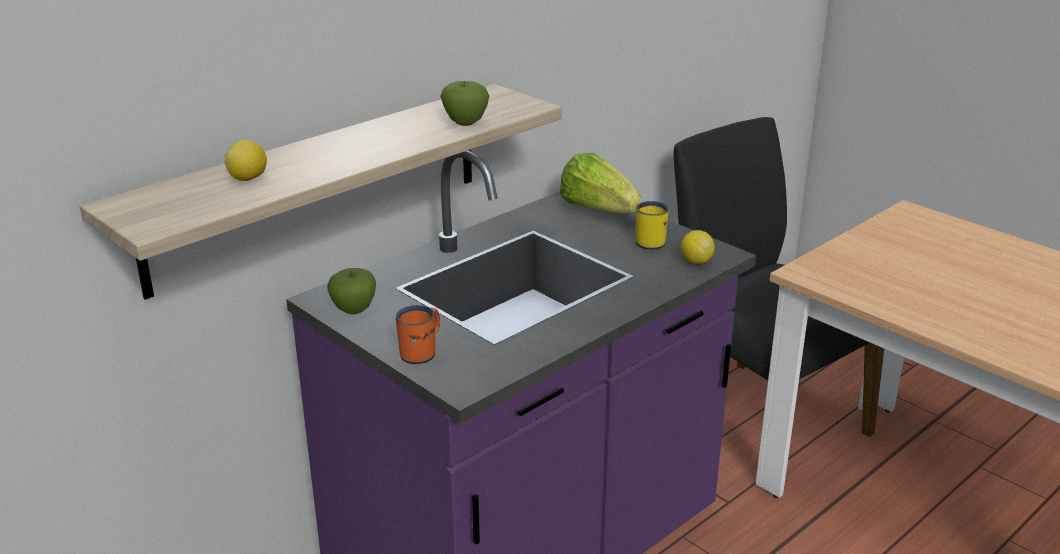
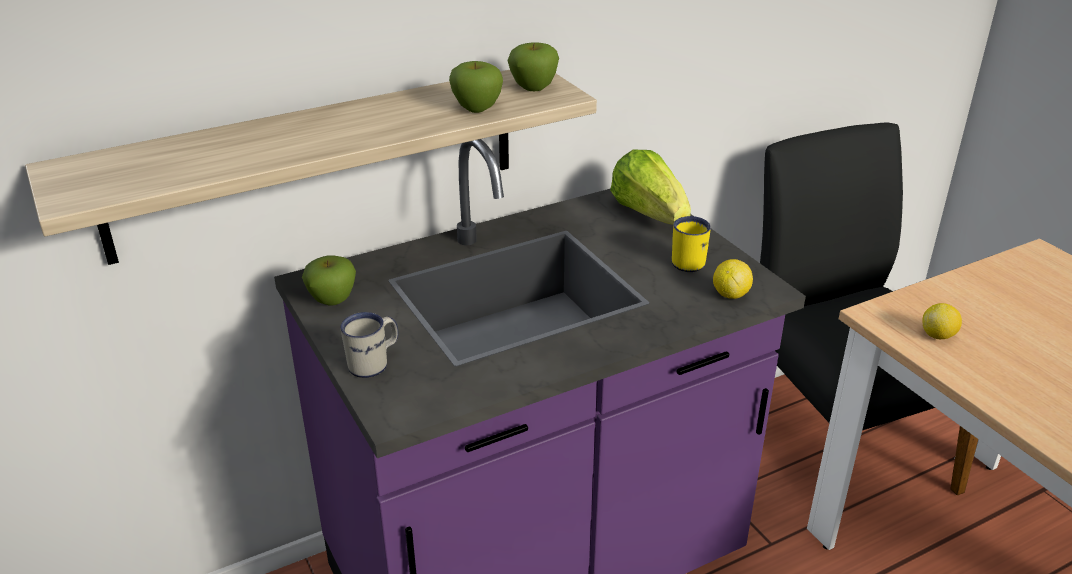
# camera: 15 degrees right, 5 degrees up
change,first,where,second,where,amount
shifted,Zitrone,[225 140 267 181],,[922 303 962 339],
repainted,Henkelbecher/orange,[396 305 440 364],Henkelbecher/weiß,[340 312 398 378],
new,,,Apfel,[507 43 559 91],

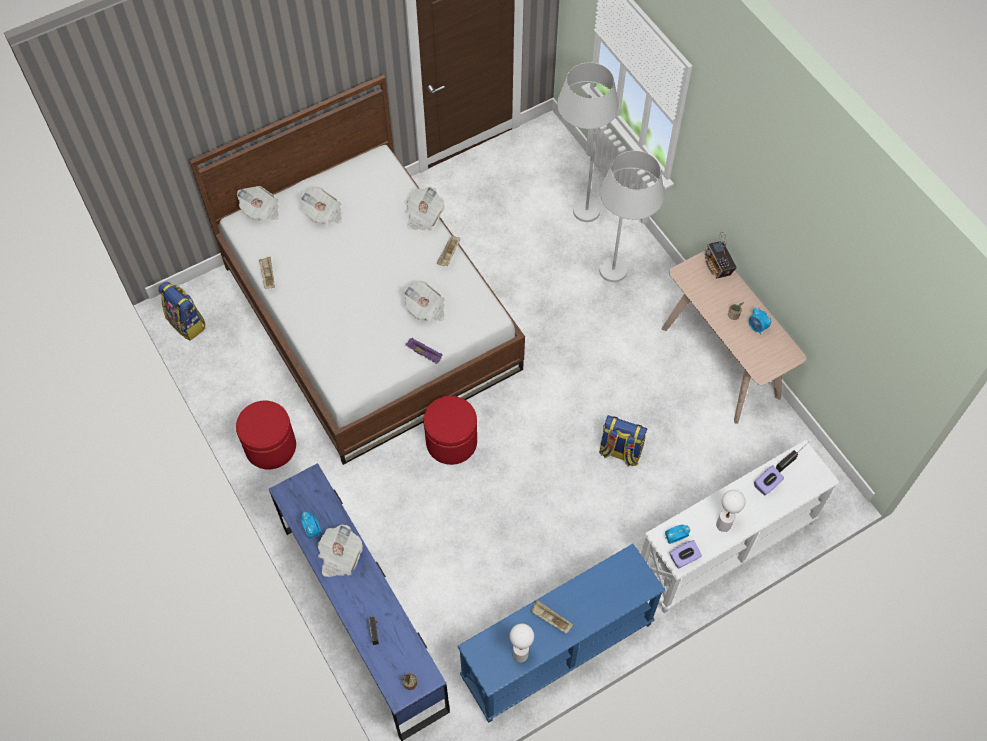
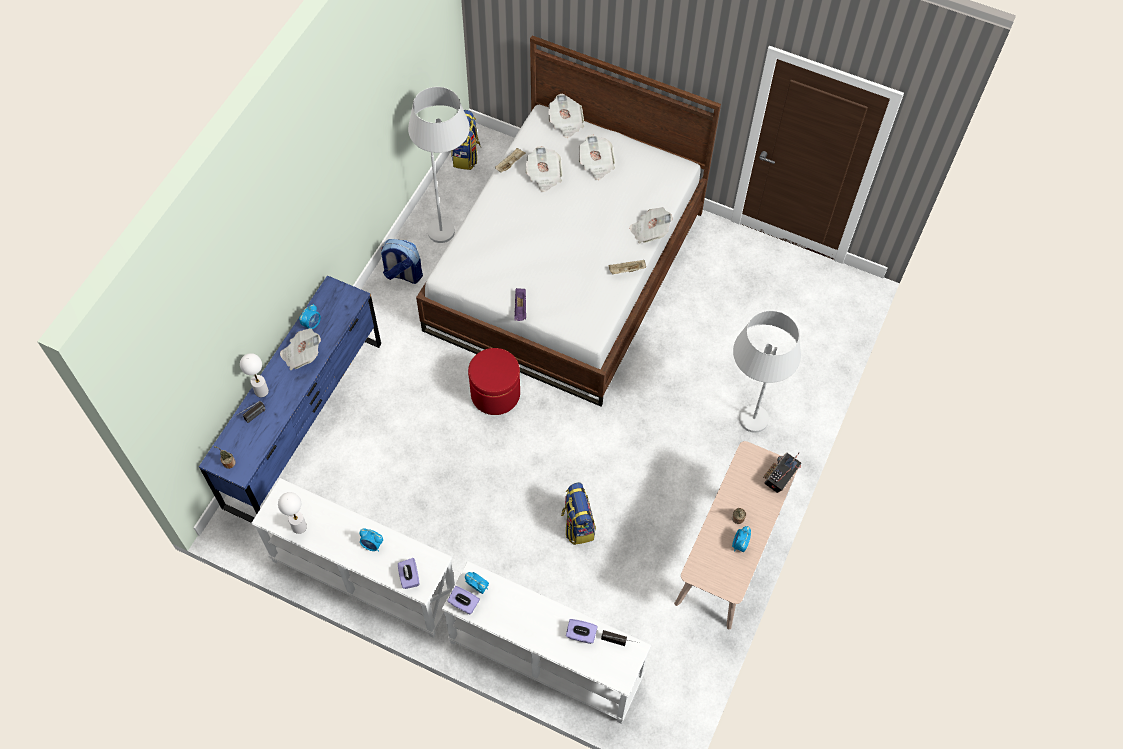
# camera: 55 degrees right, 0 degrees up
change,first,where,second,where,amount
shifted,Stehlampe/weiß,[557 62 619 222],,[408 87 470 243],
shifted,Zeitung,[404 281 445 321],,[526 146 562 192],
swapped,Polsterhocker/rot,[236 401 296 470],Rucksack,[380 239 423 284],
shifted,Tischlampe/weiß,[716 490 746 532],,[240 353 269 397],
repainted,Konsolentisch/blau,[458 544 665 723],Konsolentisch/weiß,[252 478 455 638],
gone,Tablett/beige,[531 600 573 633],,,
new,,,Wecker,[359 528 383 551],
new,,,Taschentuchbox/lila,[398 558 419 589],

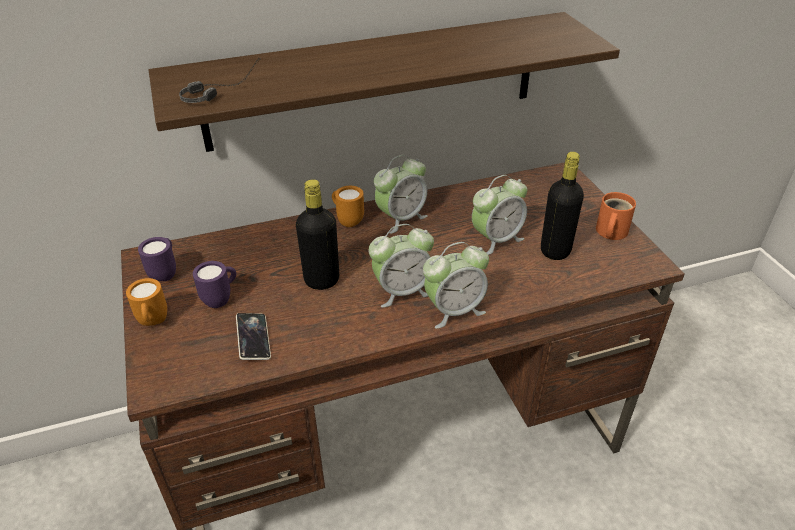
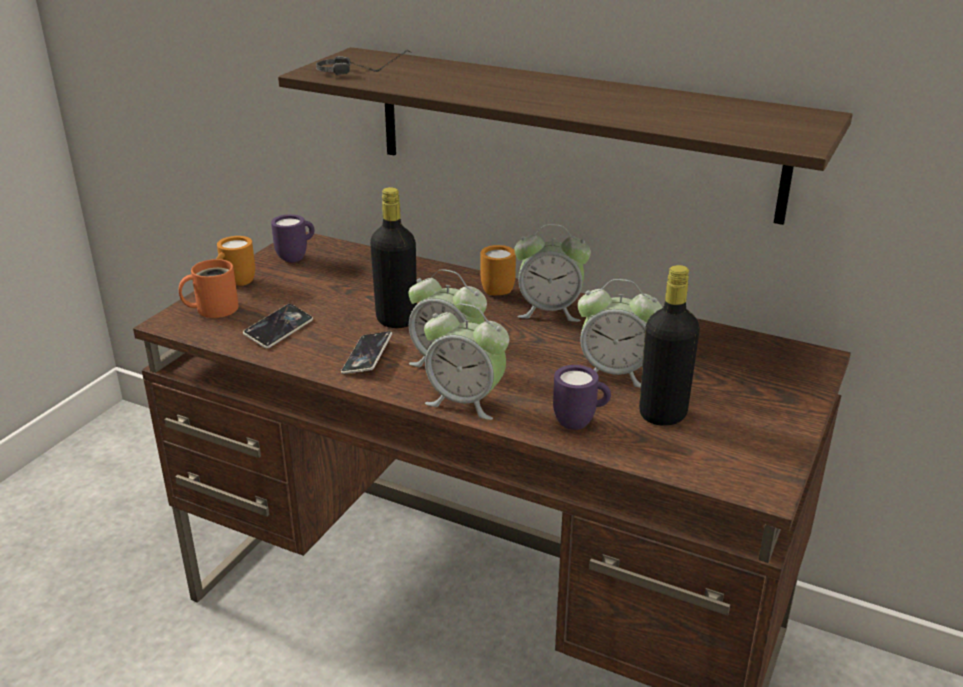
# camera: 45 degrees right, 10 degrees down
change,first,where,second,where,amount
shifted,Henkelbecher/orange,[596 192 636 240],,[179 259 239 318],
shifted,Henkelbecher/lila,[193 261 236 308],,[553 365 611 430],
new,,,Handy,[341 331 392 374],

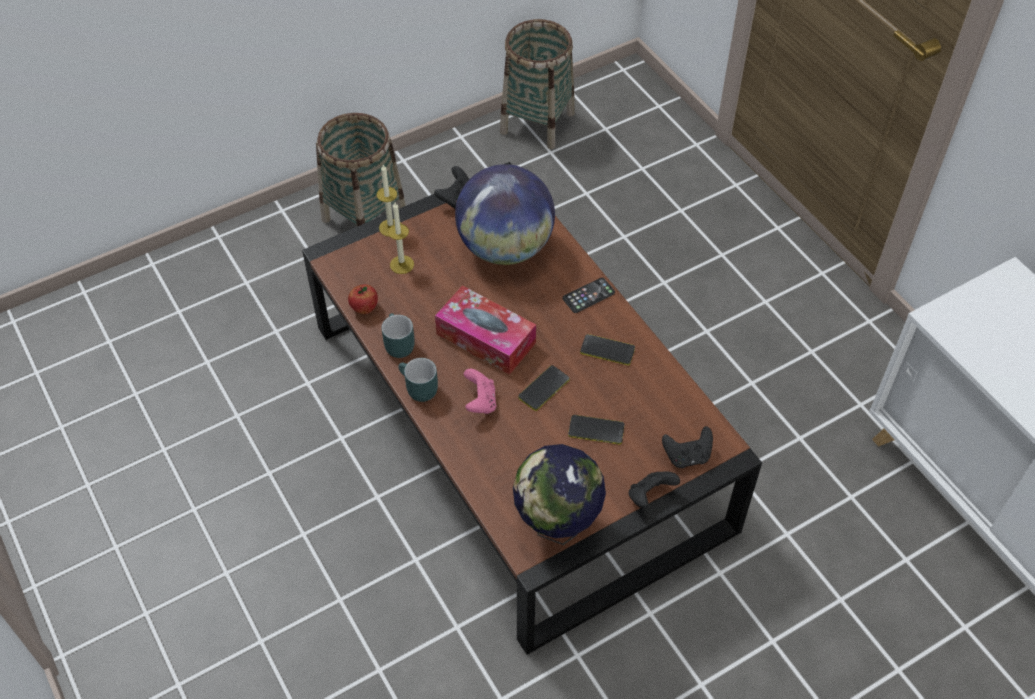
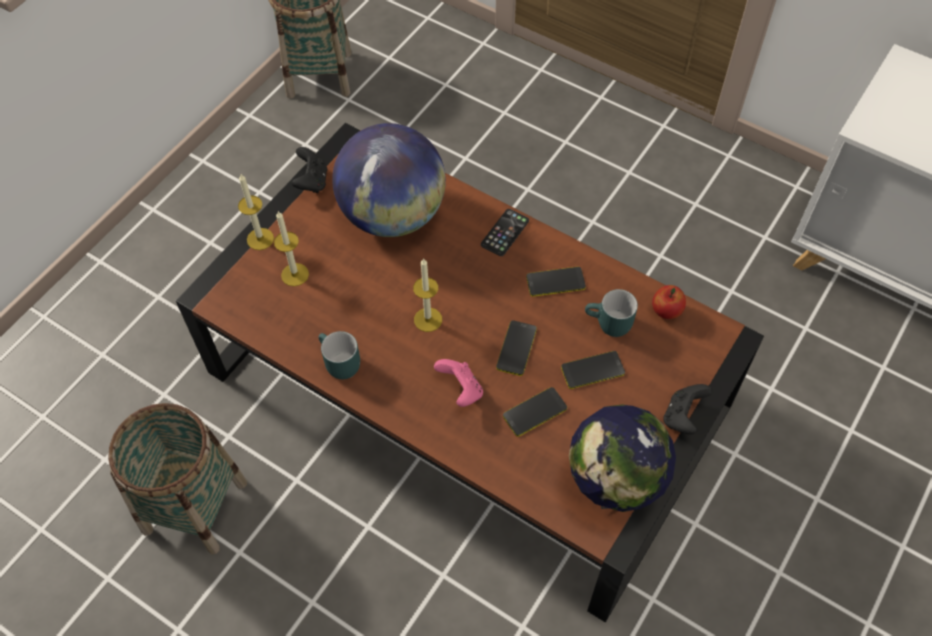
# camera: 25 degrees left, 5 degrees up
change,first,where,second,where,amount
shifted,Korb,[316 113 406 226],,[108 403 247 554],
shifted,Apfel,[348 284 378 314],,[652 285 686 319],
swapped,Taschentuchbox,[435 285 536 375],Kerze,[413 258 442 332],
shifted,Henkelbecher/türkis,[398 358 438 402],,[585 289 638 337],
gone,Gamepad/schwarz,[662 426 713 468],,,
new,,,Handy,[503 387 567 437],

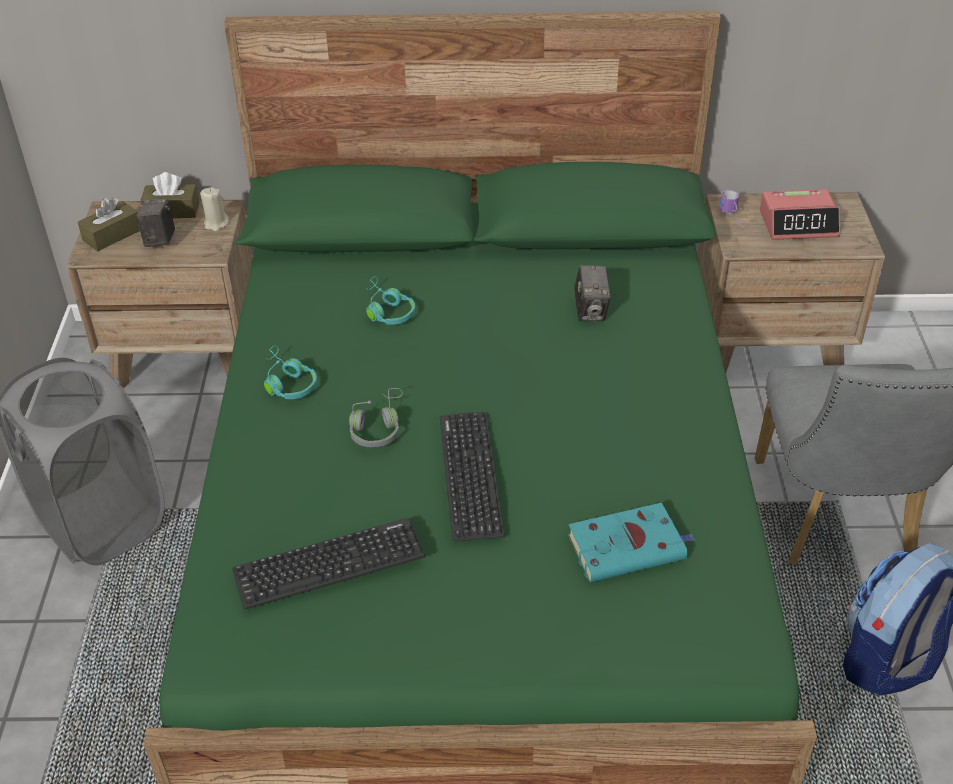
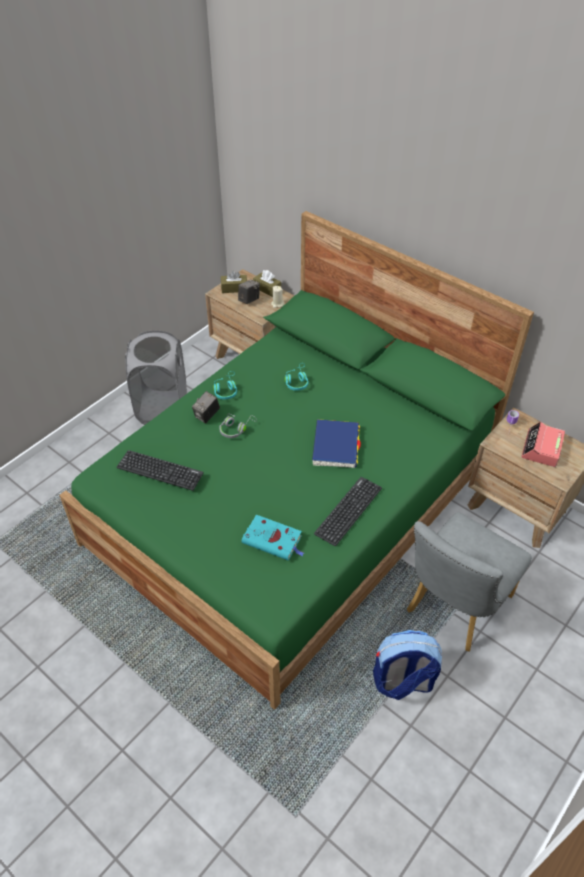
# camera: 40 degrees right, 5 degrees up
change,first,where,second,where,amount
rotated,Wecker,[760 189 840 240],,[521 422 565 467],75 degrees clockwise
shifted,Kamera,[574 265 611 321],,[192 391 220 424],
shifted,Tastatur,[440 412 505 542],,[314 477 382 546],
new,,,Buch/blau,[312 419 361 468],

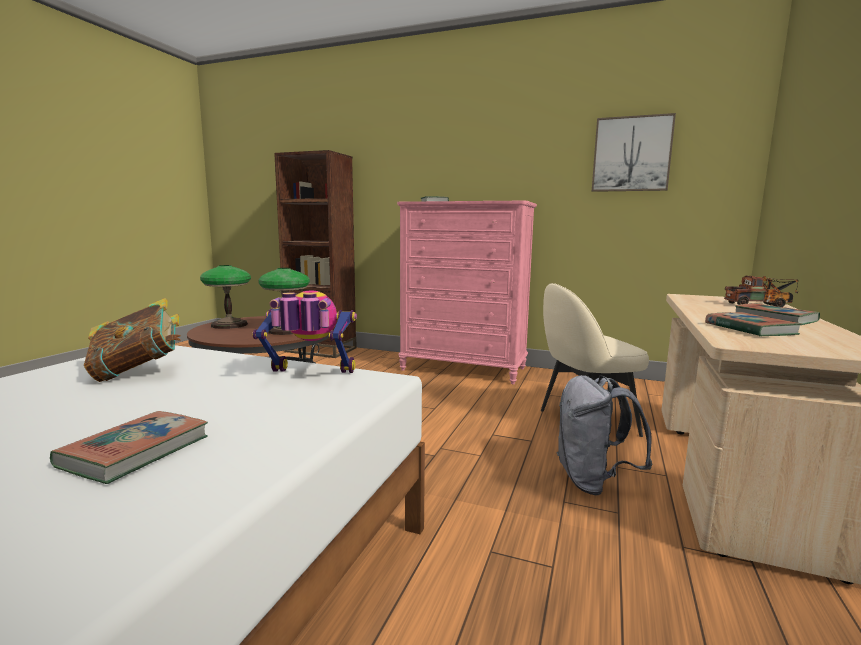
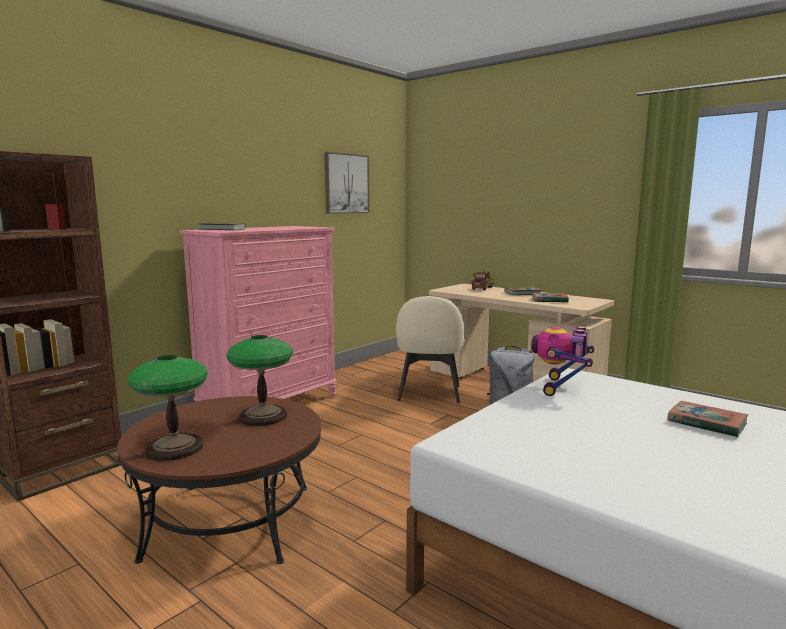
# camera: 70 degrees left, 0 degrees up
change,first,where,second,where,amount
gone,Buch,[84 298 181 382],,,

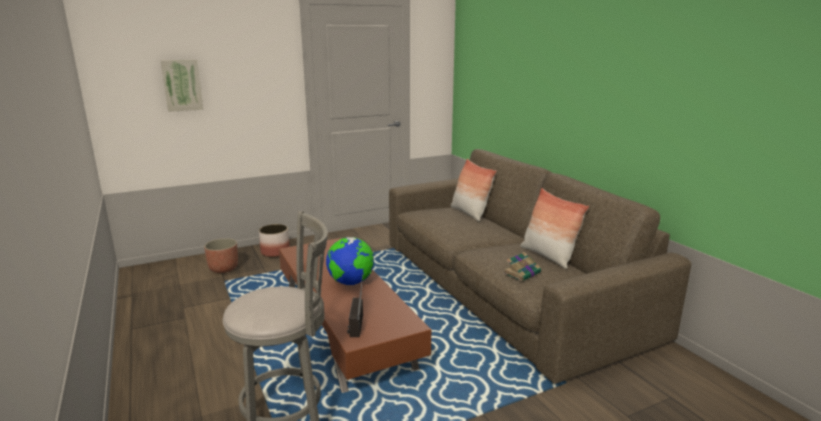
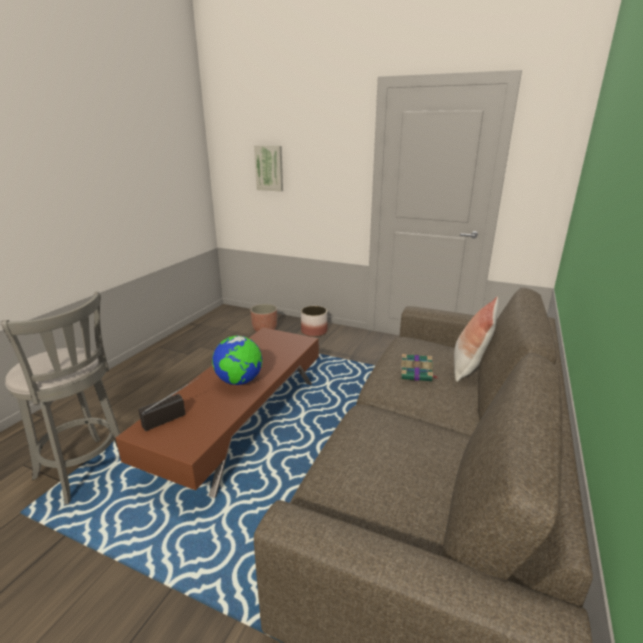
# camera: 50 degrees right, 5 degrees up
change,first,where,second,where,amount
gone,Kissen,[520 188 589 269],,,
shifted,Buch,[503 252 541 281],,[400 354 438 382],

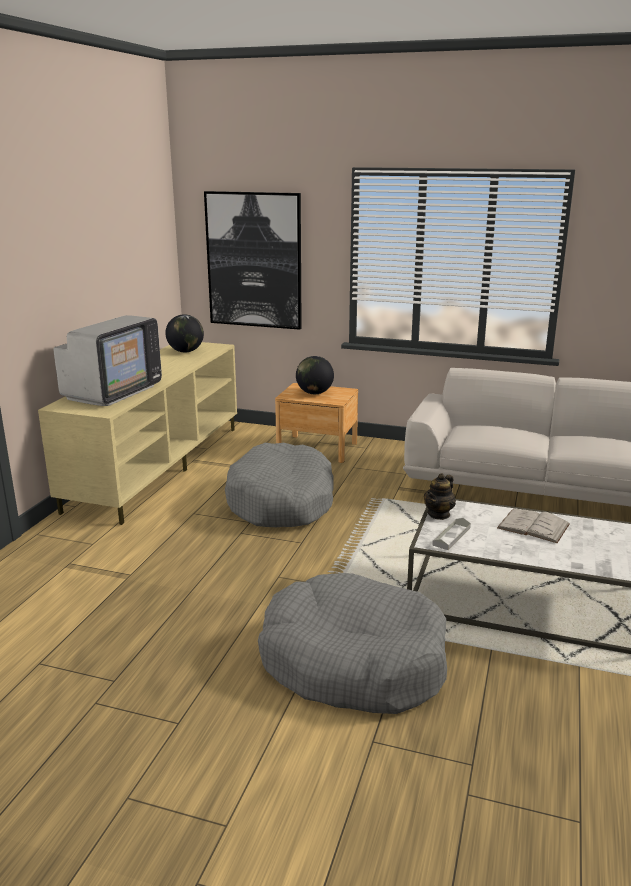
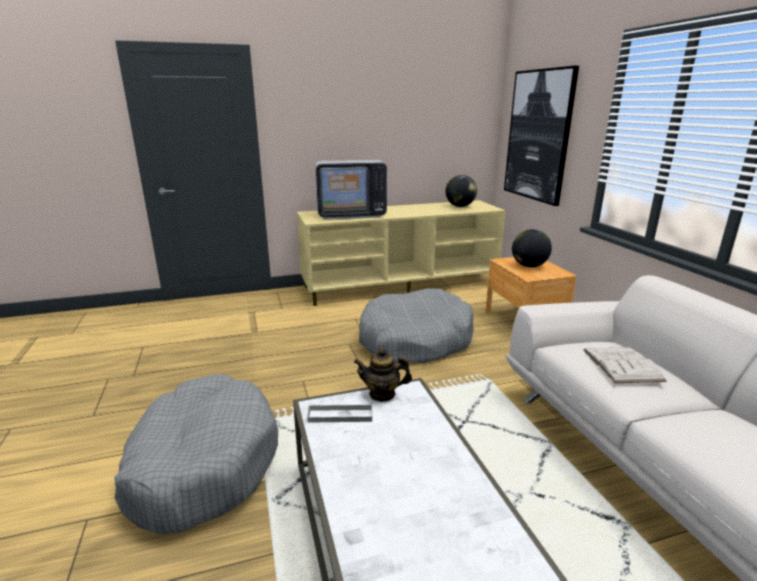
# camera: 55 degrees right, 0 degrees up
change,first,where,second,where,amount
shifted,Buch/weiß,[497 509 570 543],,[583 347 667 383],

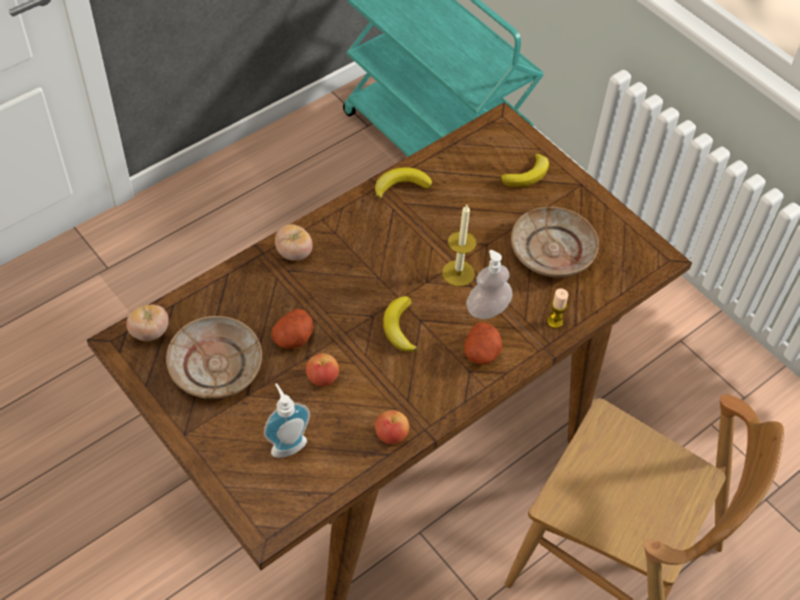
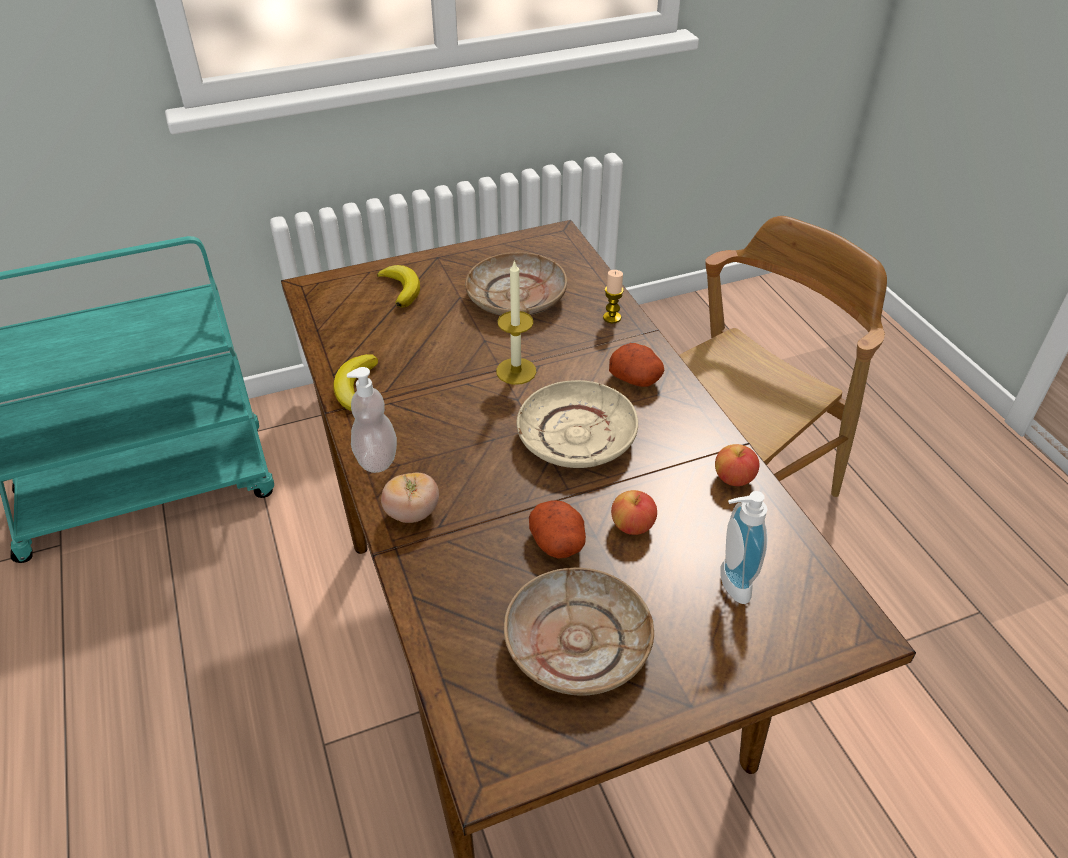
# camera: 70 degrees left, 10 degrees down
change,first,where,second,where,amount
shifted,Seifenspender,[466 250 512 319],,[347 367 397 473],
swapped,Banane,[383 296 418 352],Teller/beige,[517 380 638 468],
gone,Tomate,[126 305 169 341],,,

